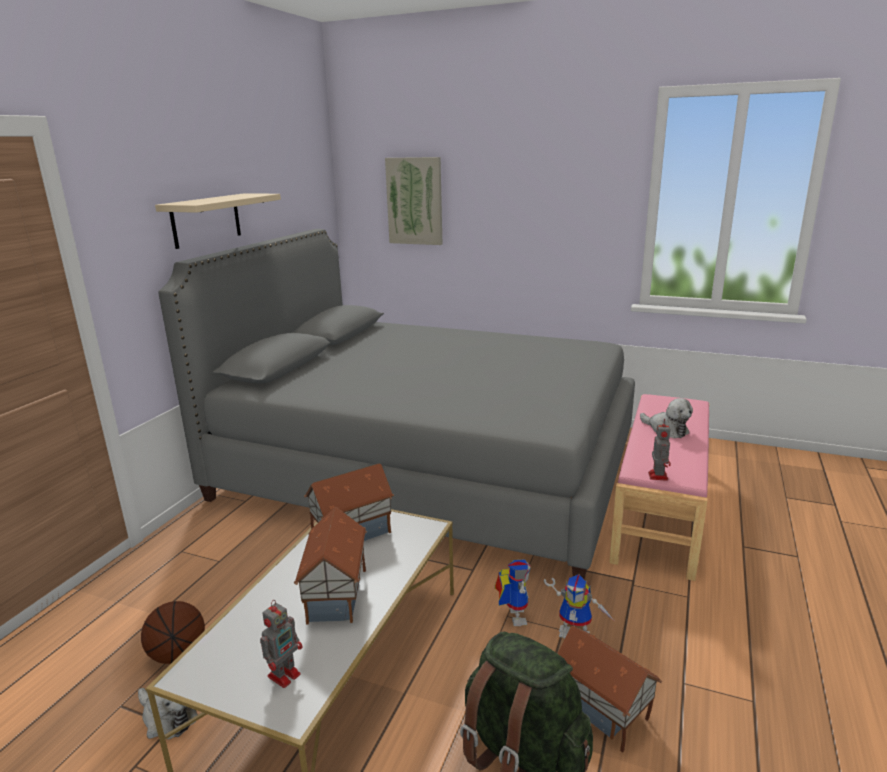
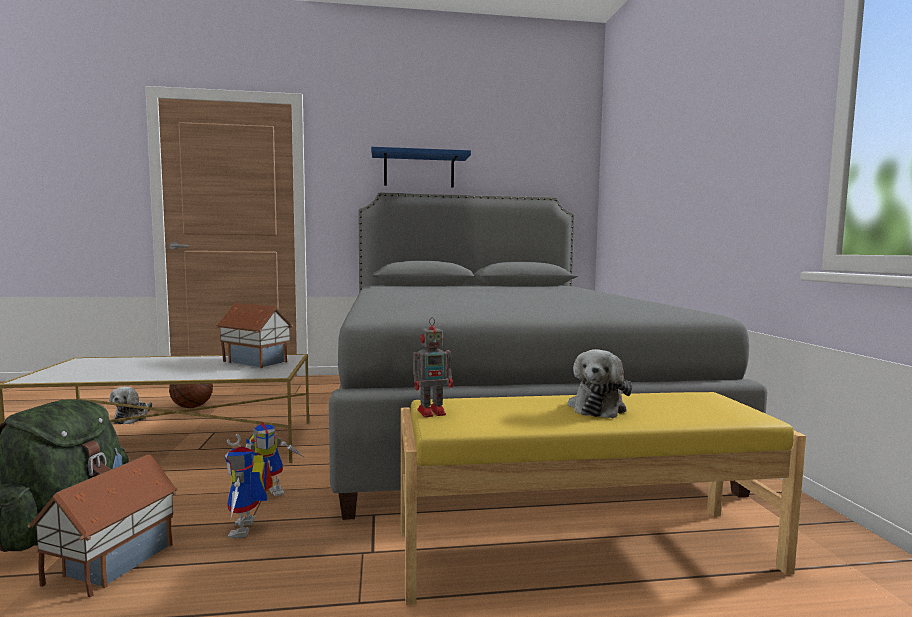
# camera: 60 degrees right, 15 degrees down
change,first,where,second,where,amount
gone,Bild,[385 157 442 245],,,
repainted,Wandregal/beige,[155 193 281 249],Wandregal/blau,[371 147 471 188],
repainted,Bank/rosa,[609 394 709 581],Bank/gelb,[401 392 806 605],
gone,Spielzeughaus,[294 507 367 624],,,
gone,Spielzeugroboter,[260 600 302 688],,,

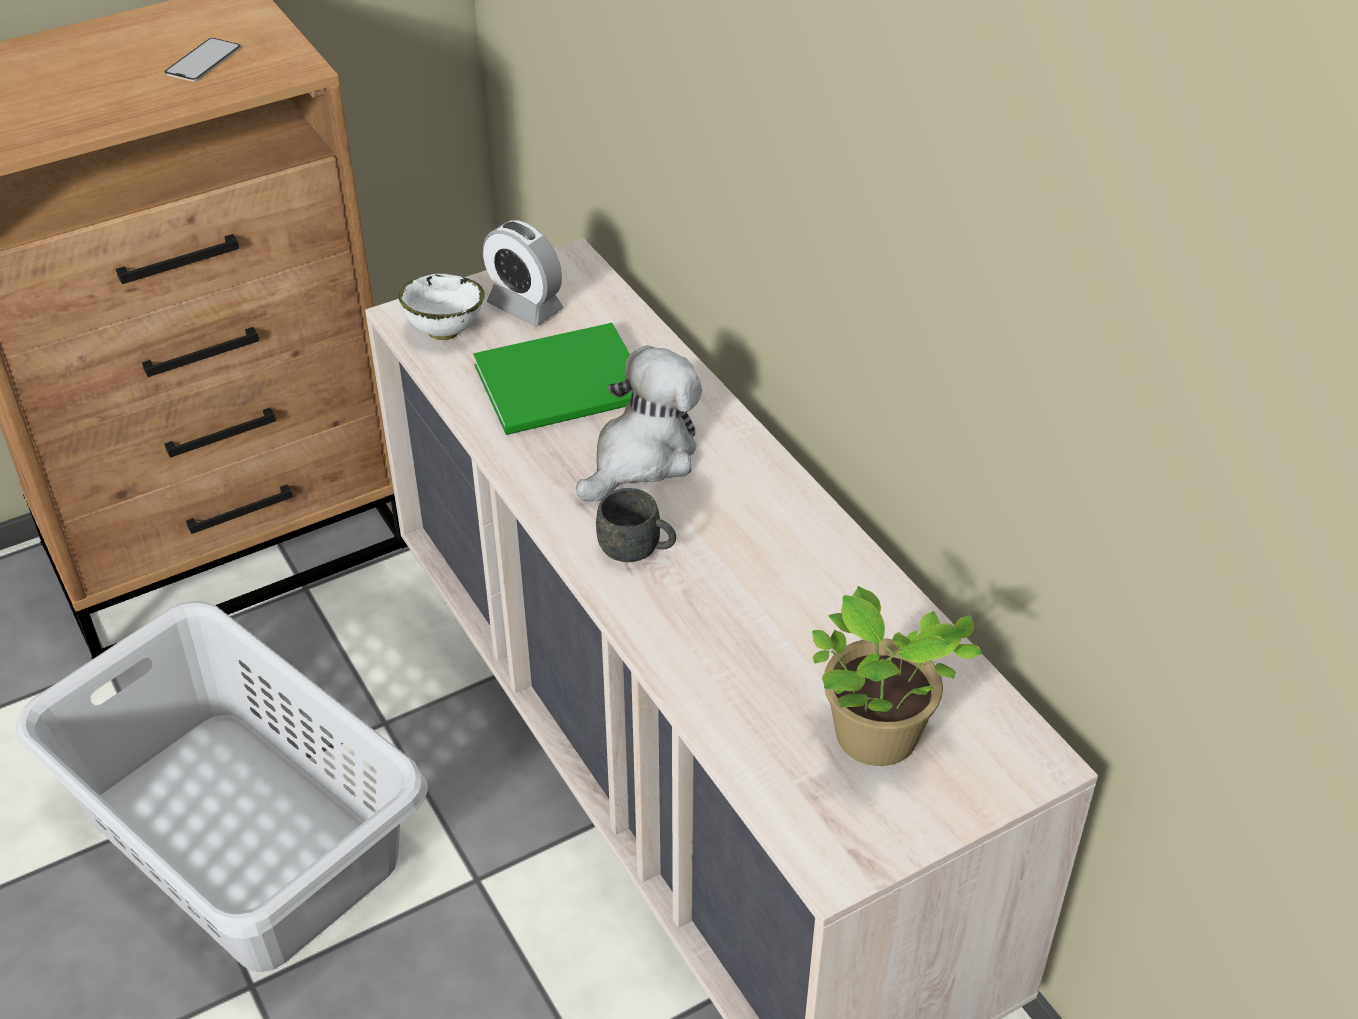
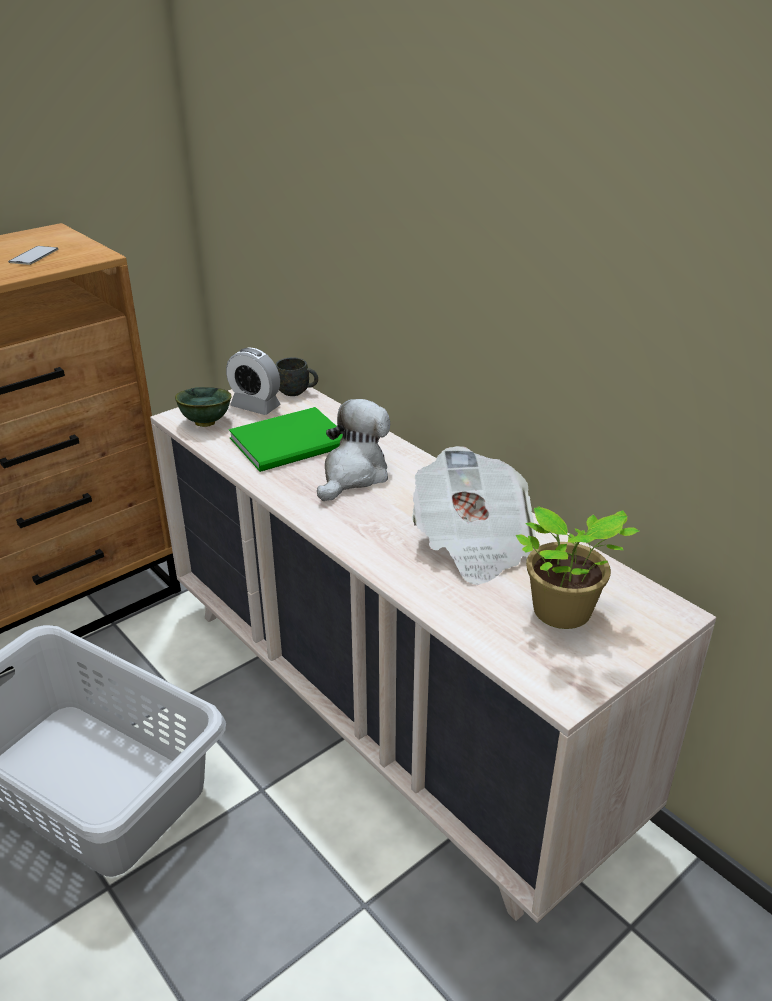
# camera: 10 degrees left, 10 degrees down
change,first,where,second,where,amount
repainted,Schüssel/weiß,[399 274 484 340],Schüssel/grün,[175 387 232 427],
shifted,Henkelbecher/grau,[596 488 676 562],,[276 357 318 396],
new,,,Zeitung,[412 446 536 585],

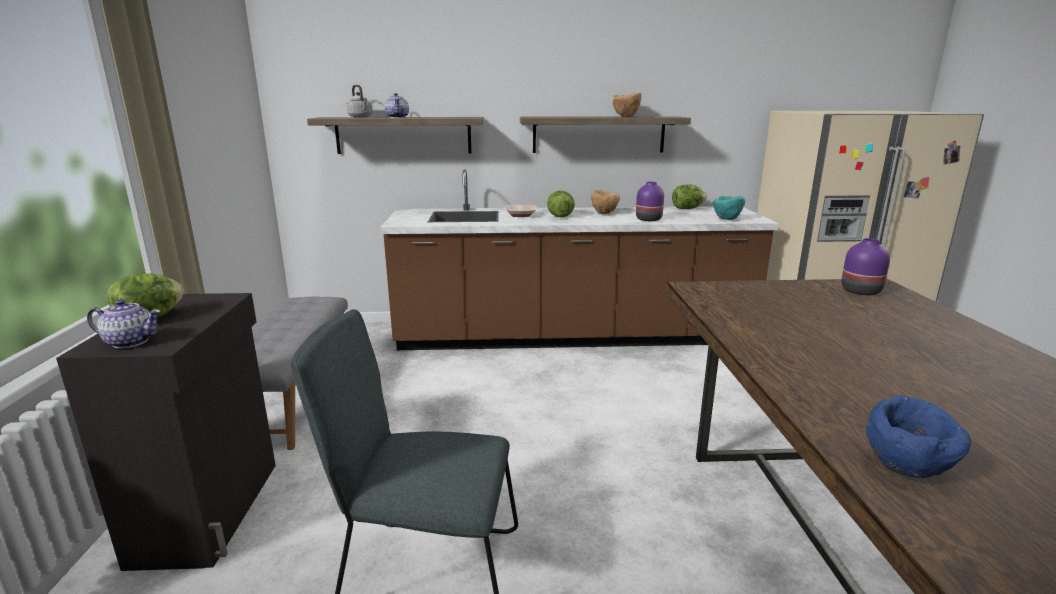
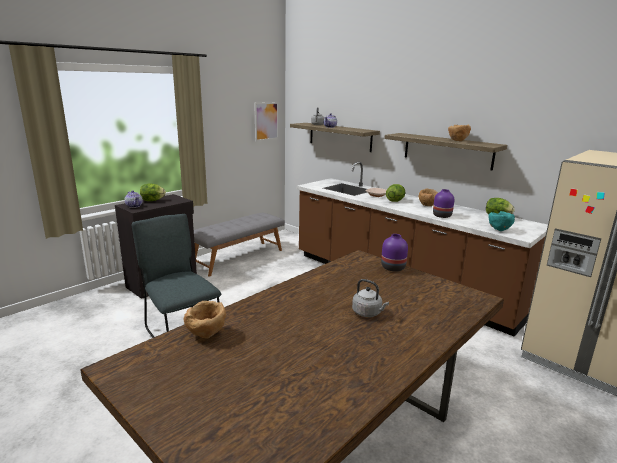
# camera: 45 degrees right, 0 degrees up
change,first,where,second,where,amount
shifted,Vase/lila,[841 238 890 295],,[381 234 408 272],
repainted,Schüssel/blau,[866 395 971 478],Schüssel/braun,[184 301 226 338],
new,,,Bild,[254 102 279 141],
new,,,Wasserkessel/grau,[352 279 389 317],

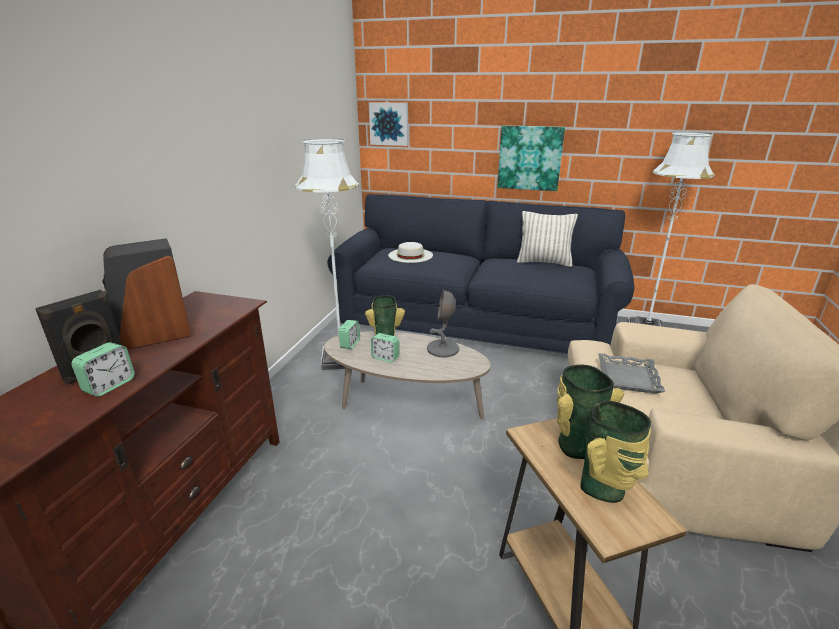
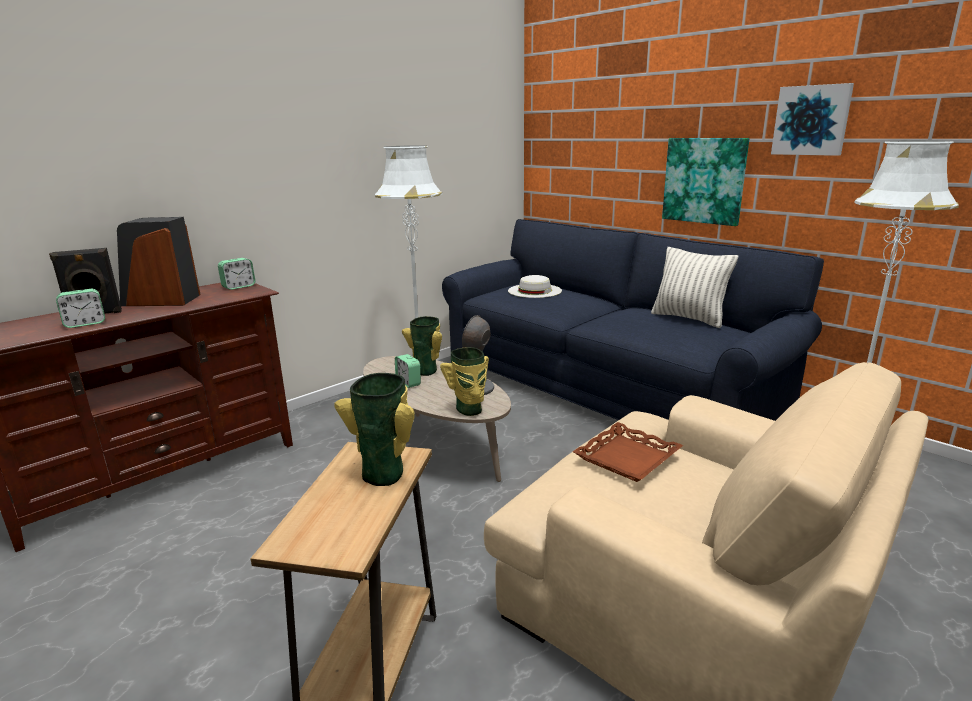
# camera: 30 degrees right, 5 degrees down
change,first,where,second,where,amount
shifted,Bild,[369 102 408 146],,[771 83 854 156],
shifted,Wecker,[338 320 360 349],,[218 258 255 290],
repainted,Tablett/grau,[598 353 665 394],Tablett/braun,[572 422 683 482],
shifted,Vase,[580 401 651 503],,[440 347 489 416],

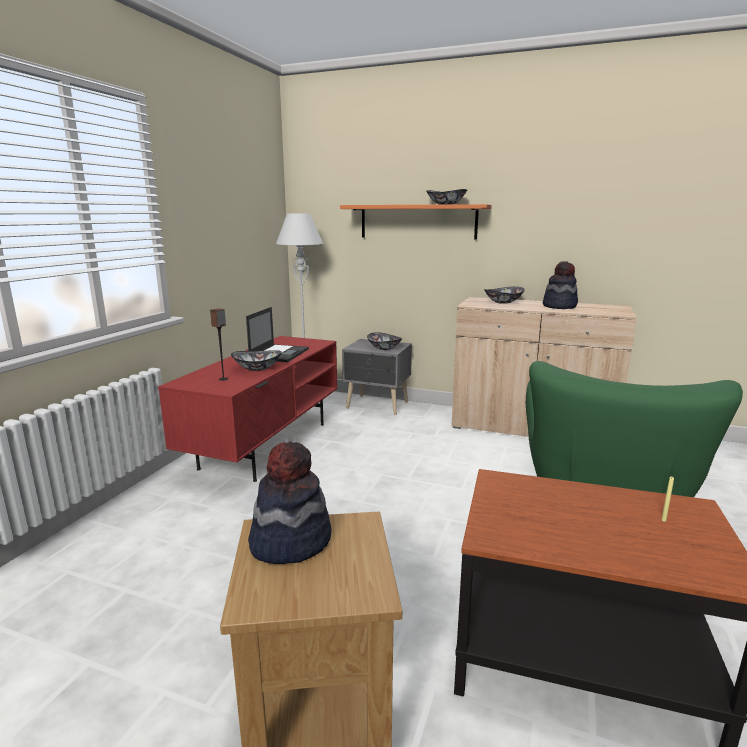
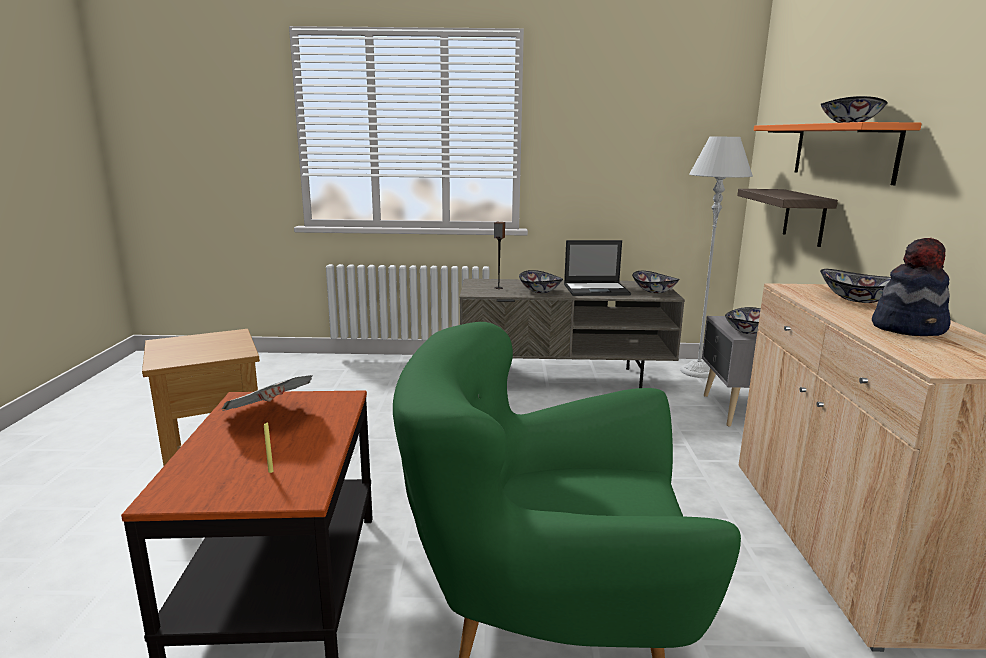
# camera: 70 degrees right, 0 degrees up
change,first,where,second,where,amount
repainted,Fernsehschrank/rot,[158 336 337 482],Fernsehschrank/grau,[459 279 685 388],
gone,Hut,[248 442 332 564],,,
new,,,Wandregal,[737 189 838 247],
new,,,Schüssel,[632 271 680 293],
new,,,Zeitung,[222 375 312 411],

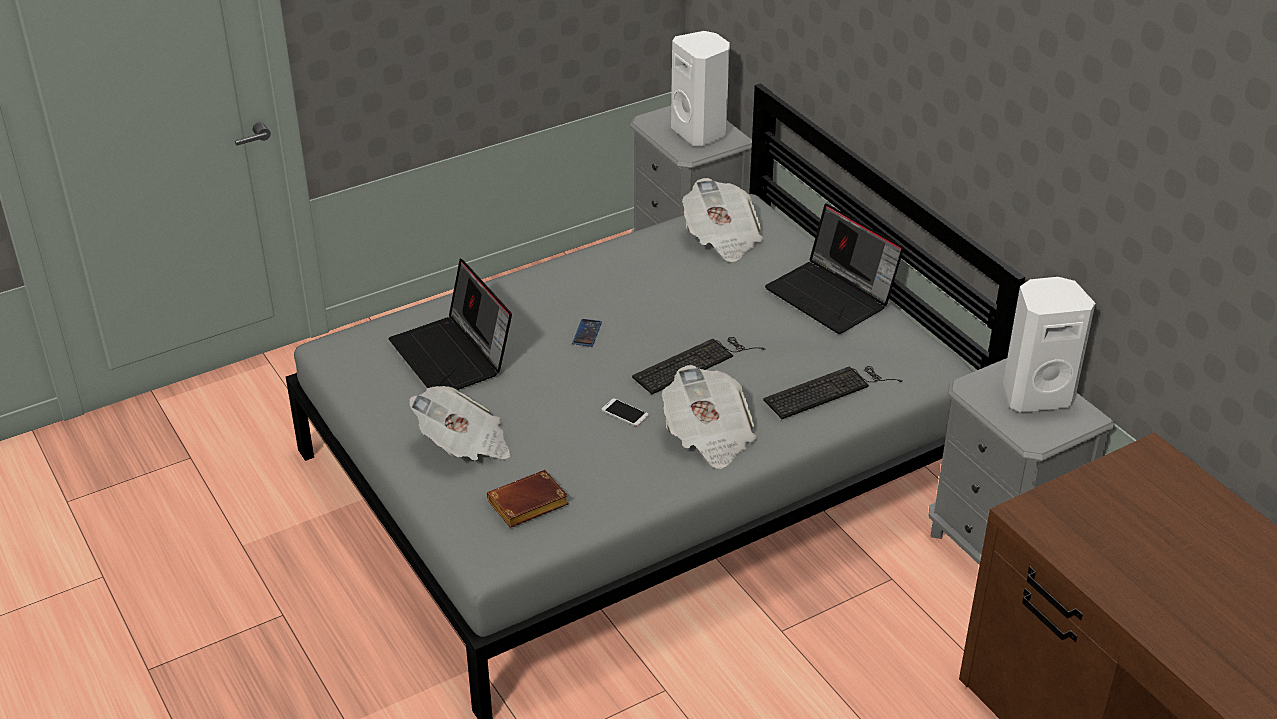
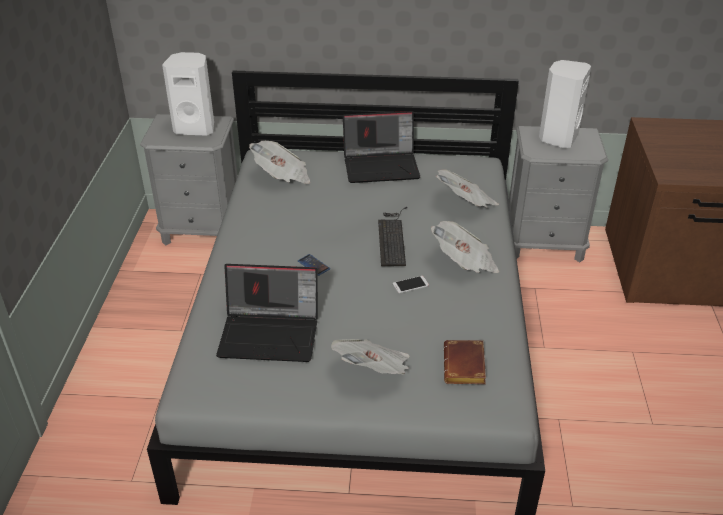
# camera: 55 degrees left, 0 degrees up
change,first,where,second,where,amount
swapped,Tastatur,[763 366 903 419],Zeitung,[436 170 499 207],

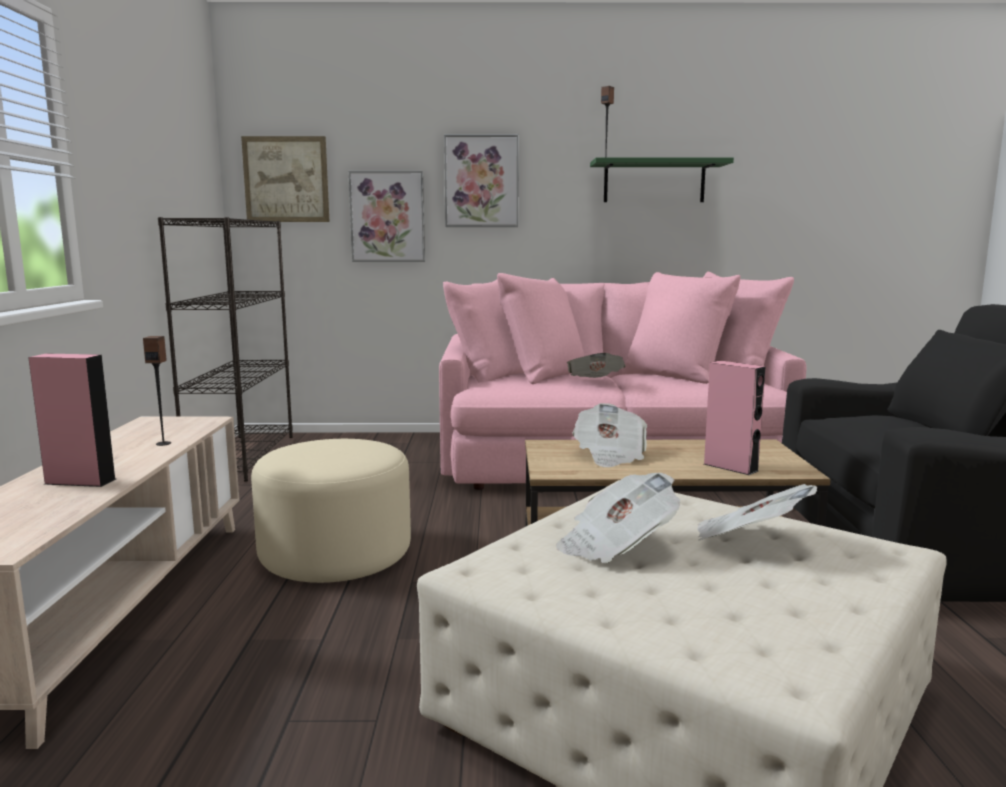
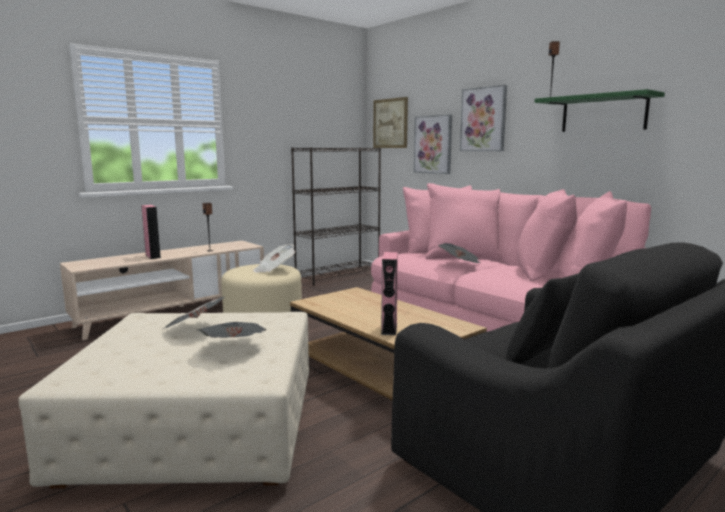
# camera: 50 degrees right, 0 degrees up
change,first,where,second,where,amount
shifted,Zeitung,[572 403 647 467],,[253 244 295 273],

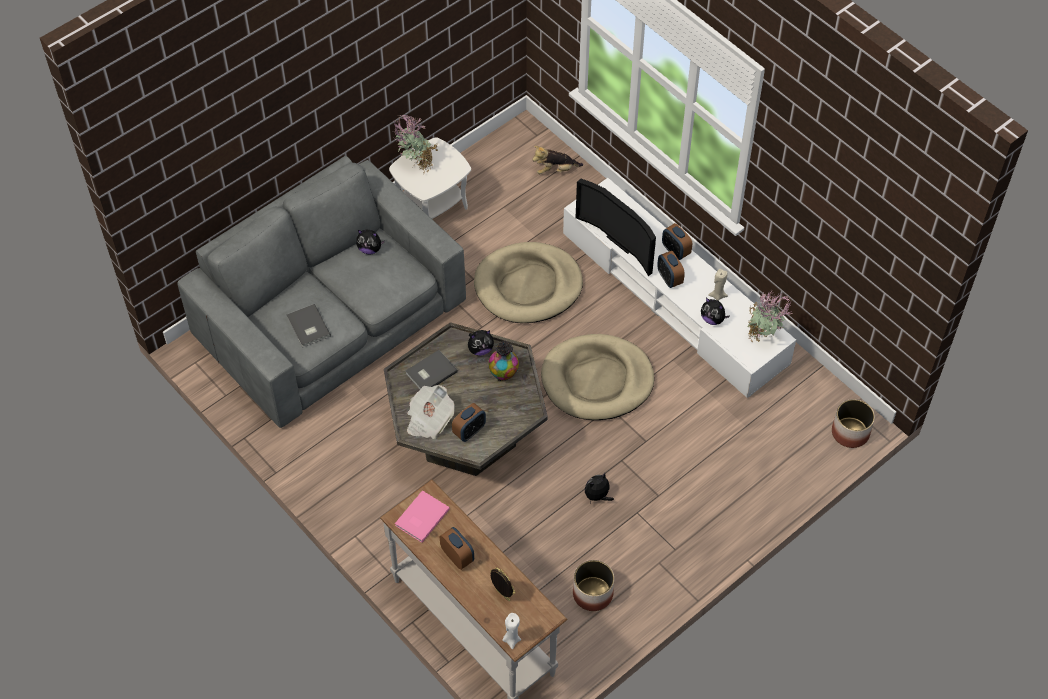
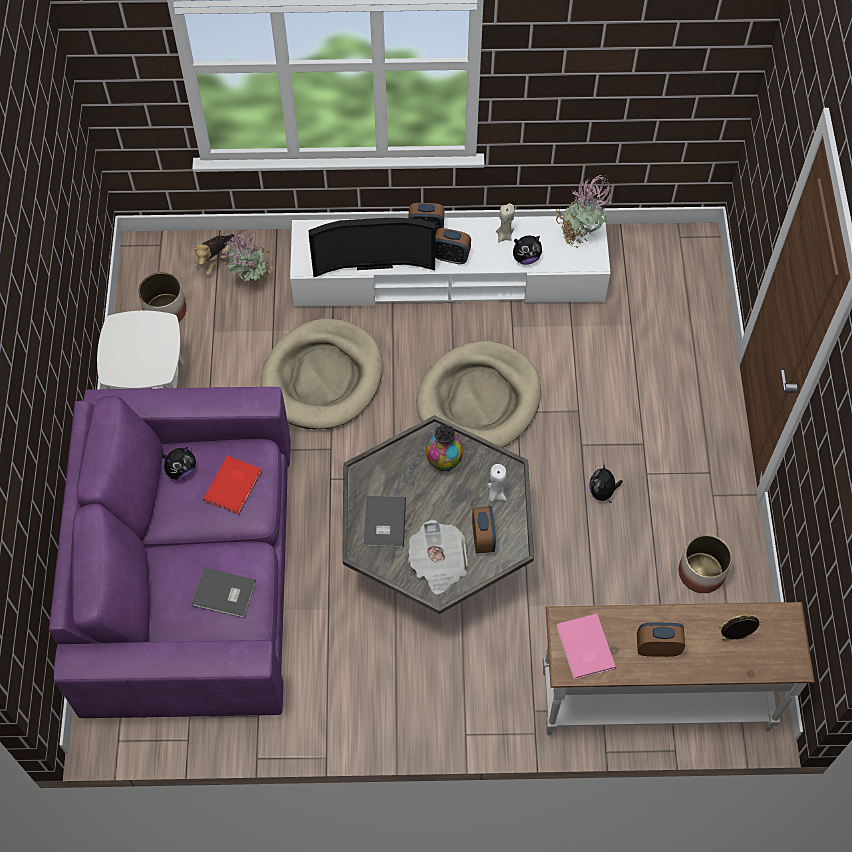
# camera: 50 degrees left, 5 degrees up
change,first,where,second,where,amount
shifted,Topfpflanze,[394 115 438 173],,[223 230 273 284],
repainted,Sofa/grau,[177 156 466 428],Sofa/lila,[49 387 291 718],
gone,Plüschtier,[468 330 494 356],,,
shifted,Pflanzkübel,[832 399 875 448],,[138 272 186 322],
shifted,Kerze/weiß,[503 613 521 650],,[488 464 506 502],
new,,,Buch/rot,[203 456 262 514],

